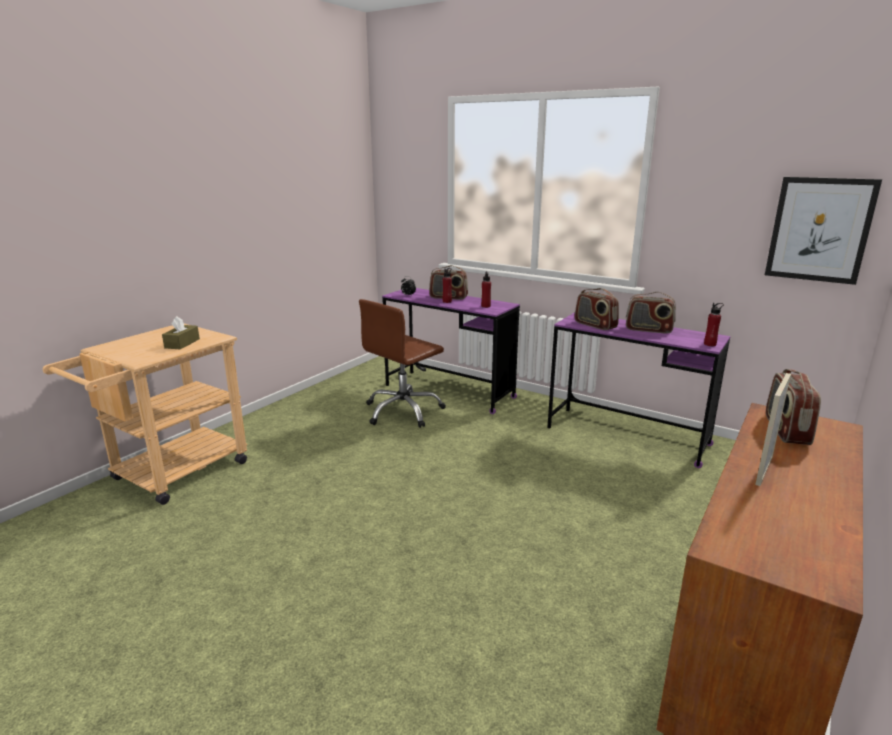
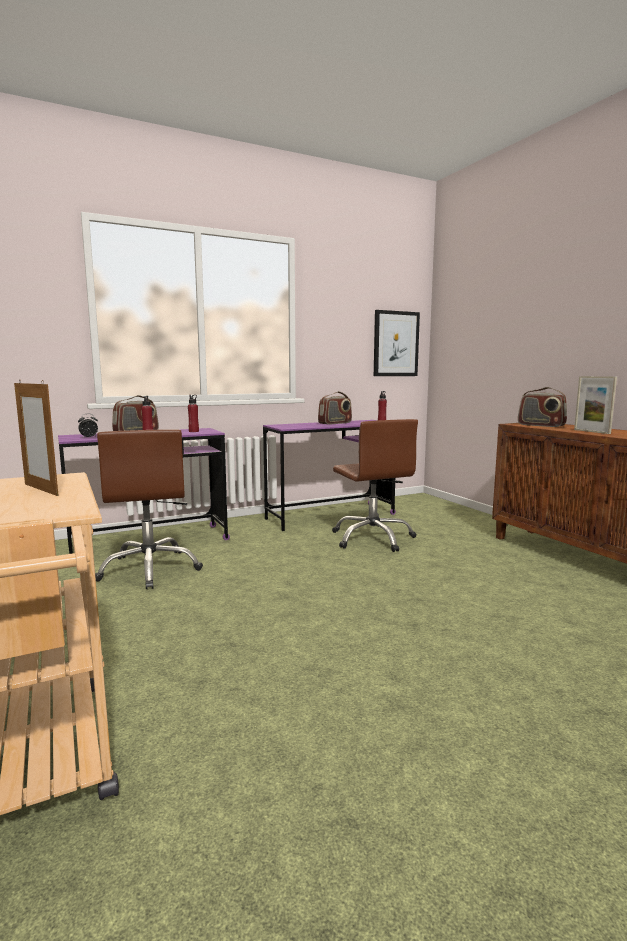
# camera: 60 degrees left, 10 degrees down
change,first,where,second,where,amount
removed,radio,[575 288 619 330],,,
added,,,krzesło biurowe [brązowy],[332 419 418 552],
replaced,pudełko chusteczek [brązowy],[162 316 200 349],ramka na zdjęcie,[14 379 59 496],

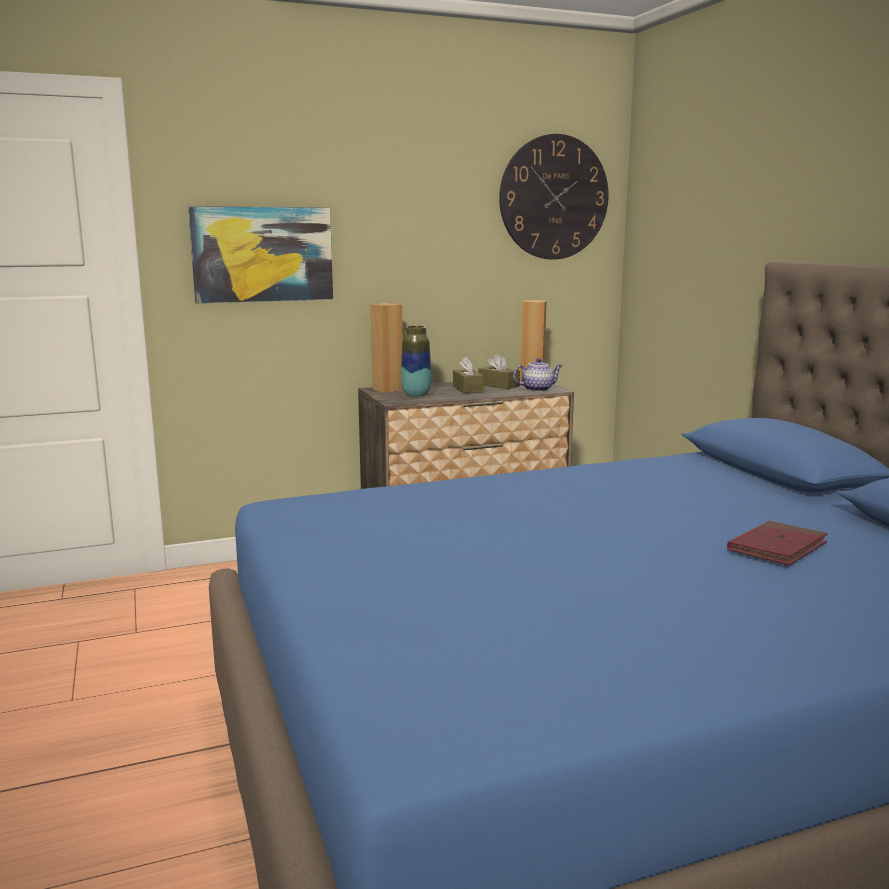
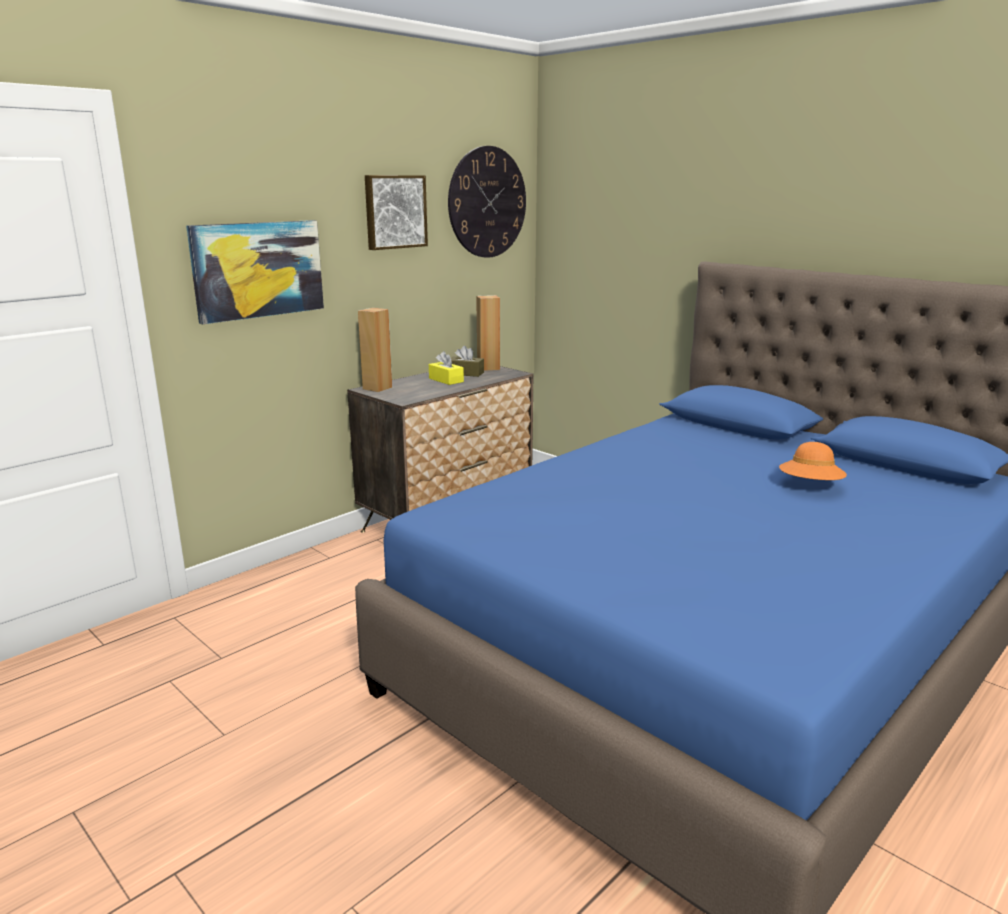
# camera: 25 degrees left, 5 degrees up
change,first,where,second,where,amount
removed,wazon,[401 326 431 397],,,
removed,imbryk,[513 358 562 392],,,
added,,,obraz,[365 175 428 250],
replaced,książka [czerwony],[727 521 828 565],kapelusz [pomarańczowy],[779 442 847 480],
recoloured,pudełko chusteczek [brązowy],[453 356 484 393],pudełko chusteczek [żółty],[429 351 464 385],

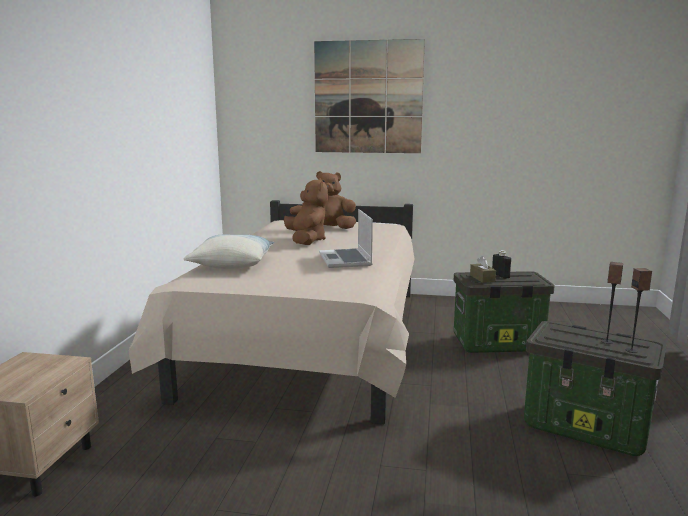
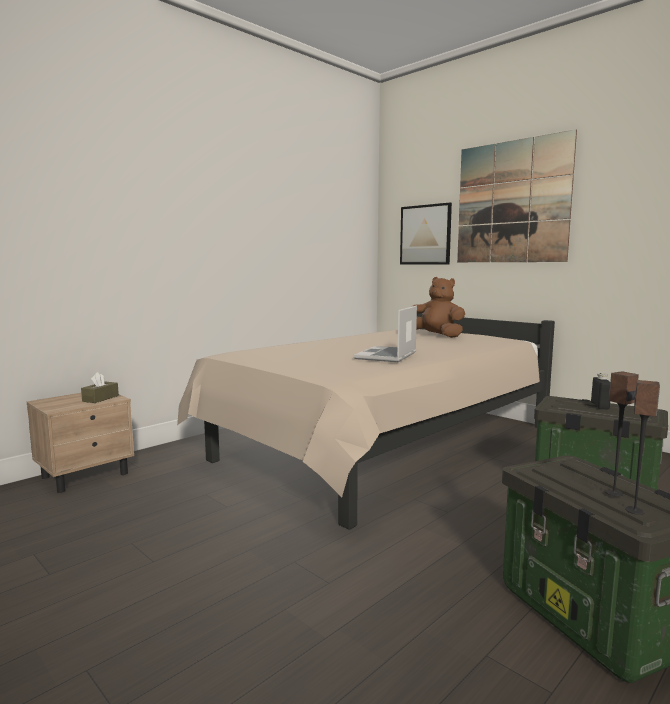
# camera: 35 degrees right, 5 degrees down
change,first,where,second,where,amount
removed,poduszka,[184 234 275 269],,,
removed,pluszak [brązowy],[284 178 328 245],,,
added,,,obraz,[400 203 452 264],
moved,pudełko chusteczek [brązowy],[470 256 496 283],,[81 372 119 403],

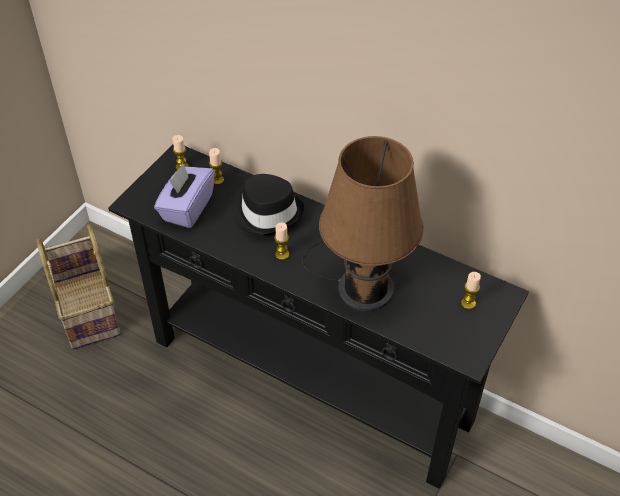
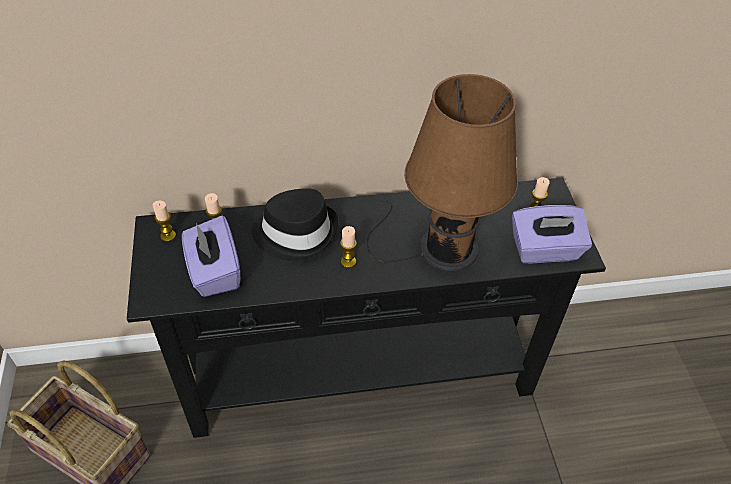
# camera: 40 degrees left, 0 degrees up
change,first,where,second,where,amount
added,,,pudełko chusteczek [fioletowy],[512 205 592 263],

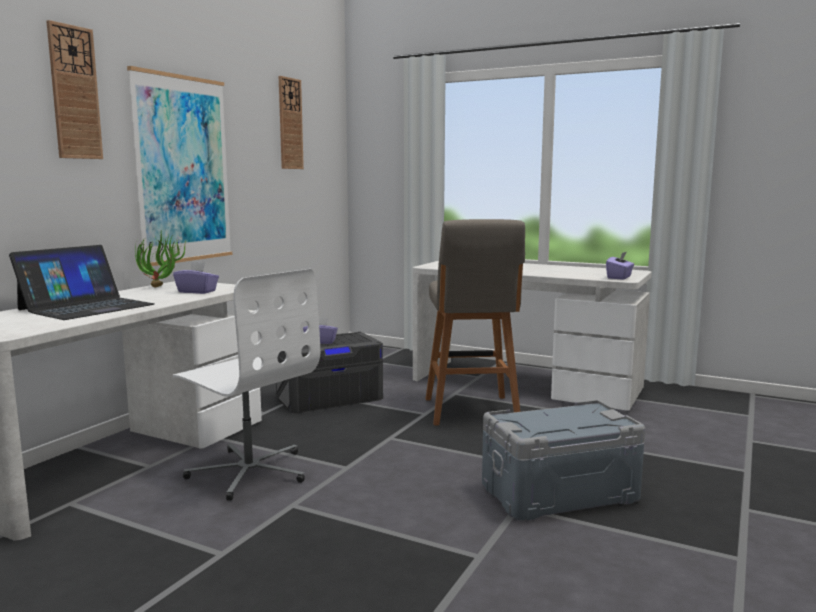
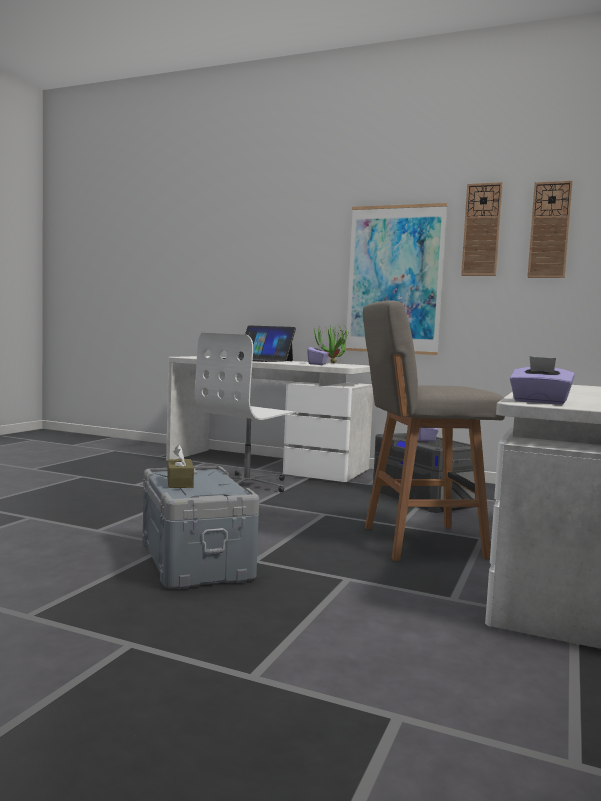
# camera: 85 degrees right, 5 degrees down
change,first,where,second,where,amount
added,,,pudełko chusteczek [brązowy],[167 445 194 488],
moved,zegar ścienny,[46 20 103 159],,[461 182 503 276],

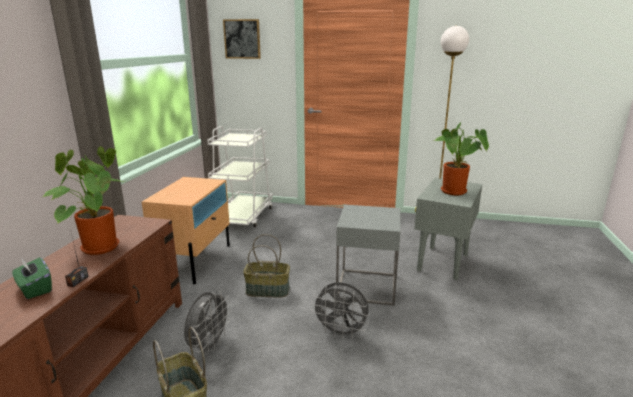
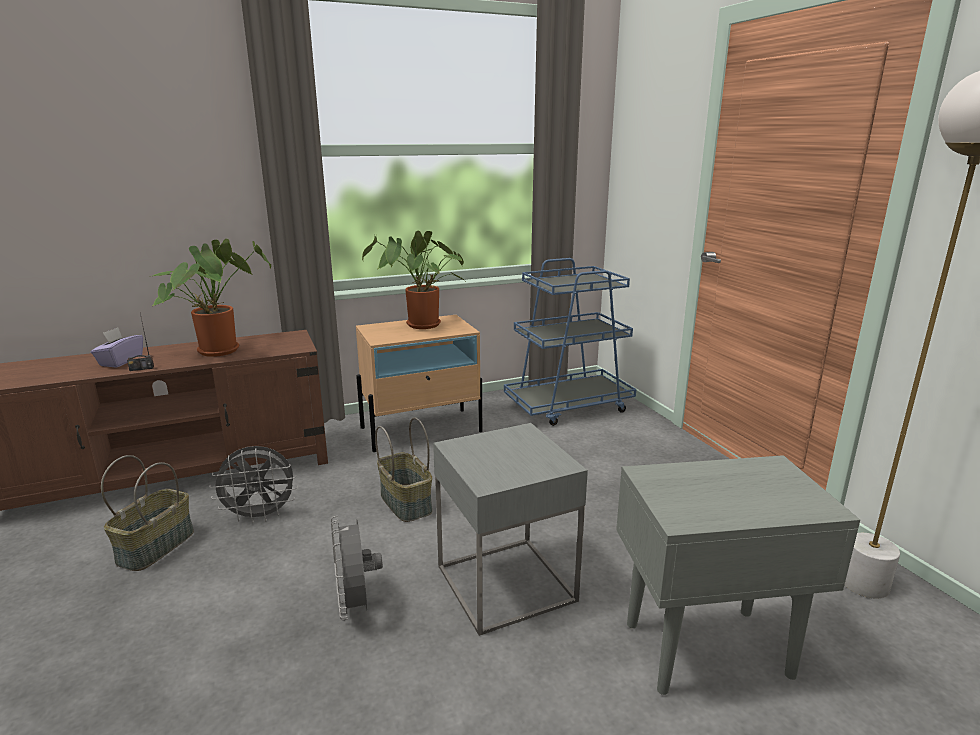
# camera: 55 degrees right, 0 degrees up
change,first,where,second,where,amount
removed,obraz,[223 19 261 59],,,
moved,roślina doniczkowa,[433 122 489 195],,[362 231 465 329],
recoloured,pudełko chusteczek [zielony],[12 257 52 299],pudełko chusteczek [fioletowy],[91 327 143 368],
recoloured,wózek [biały],[207 126 273 227],wózek [niebieski],[504 258 636 426],

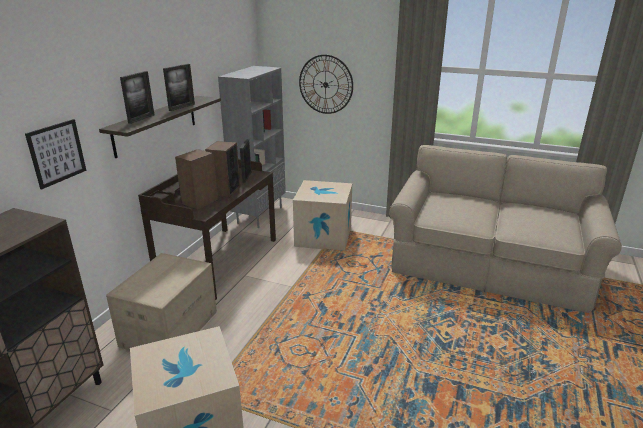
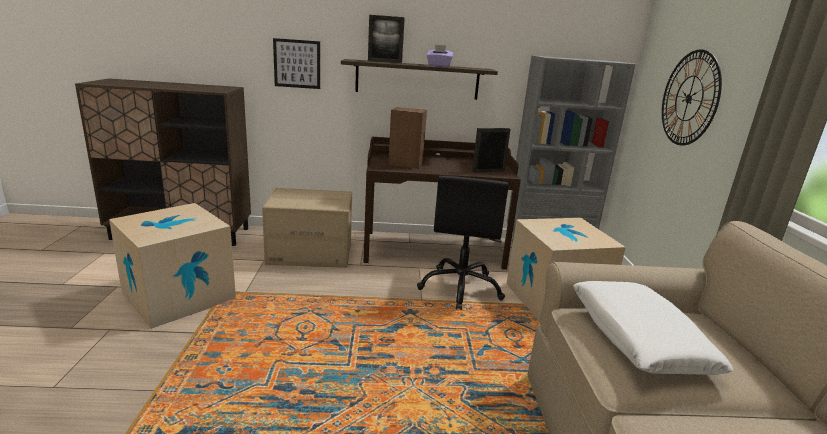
# camera: 65 degrees right, 5 degrees down
change,first,where,second,where,amount
removed,głośnik,[205 141 240 197],,,
added,,,krzesło biurowe [czarny],[417 175 509 310],
added,,,poduszka [biały],[573 281 734 375],
replaced,ramka na zdjęcie,[163 64 195 111],pudełko chusteczek [fioletowy],[427 45 453 67],

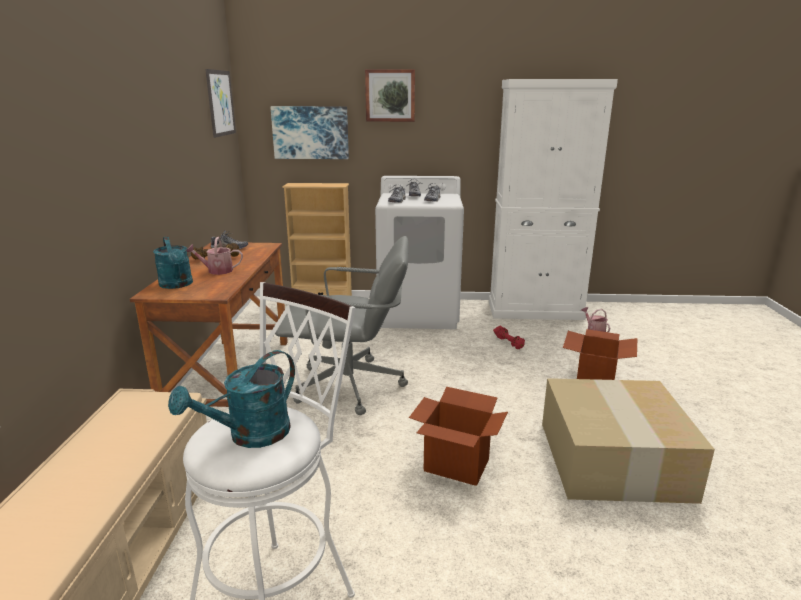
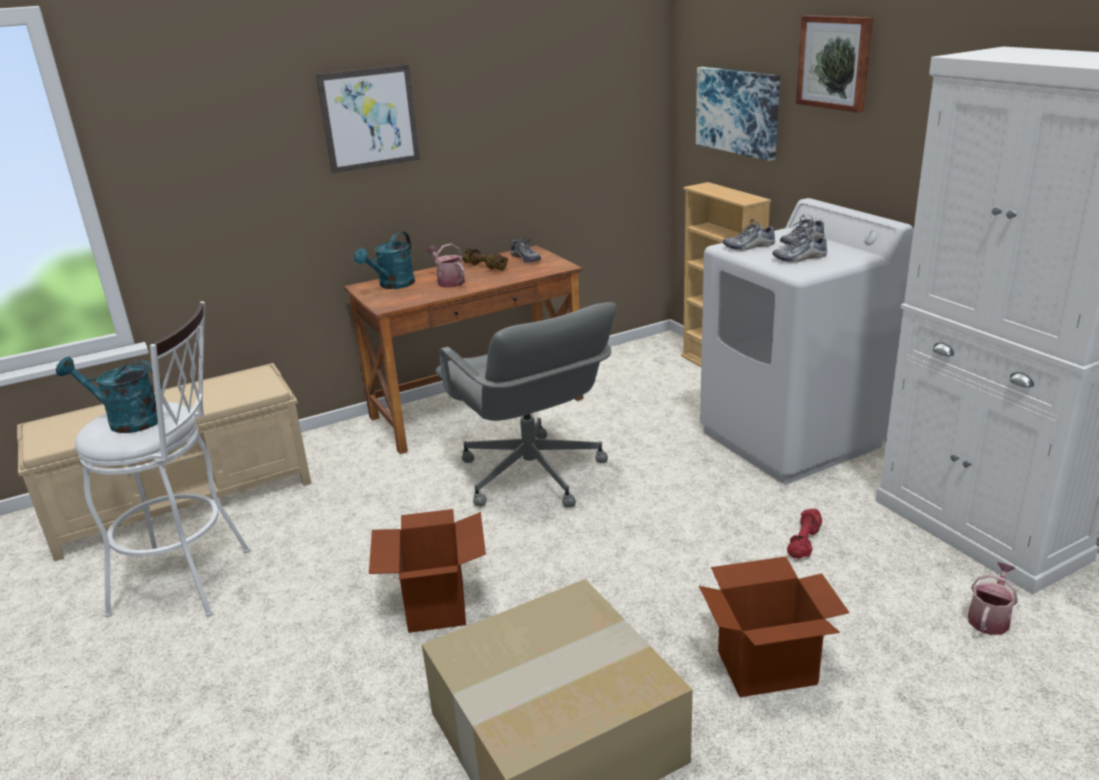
# camera: 60 degrees right, 5 degrees up
change,first,where,second,where,amount
moved,obraz,[205 69 236 138],,[316 64 420 174],

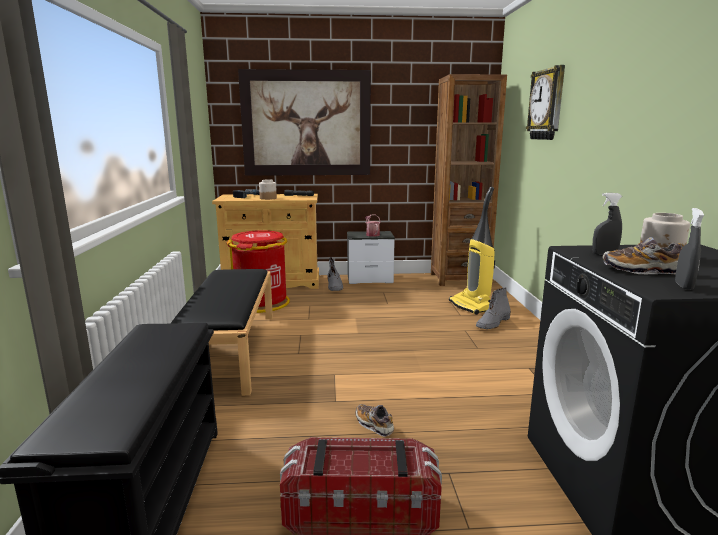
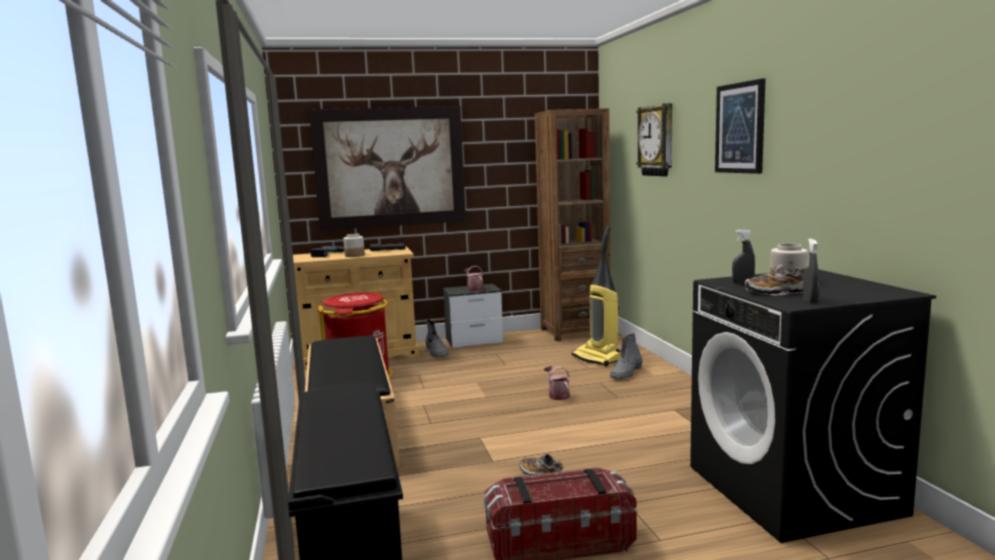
# camera: 10 degrees left, 5 degrees down
change,first,where,second,where,amount
added,,,konewka,[544 366 570 400],
added,,,obraz,[715 79 765 174],

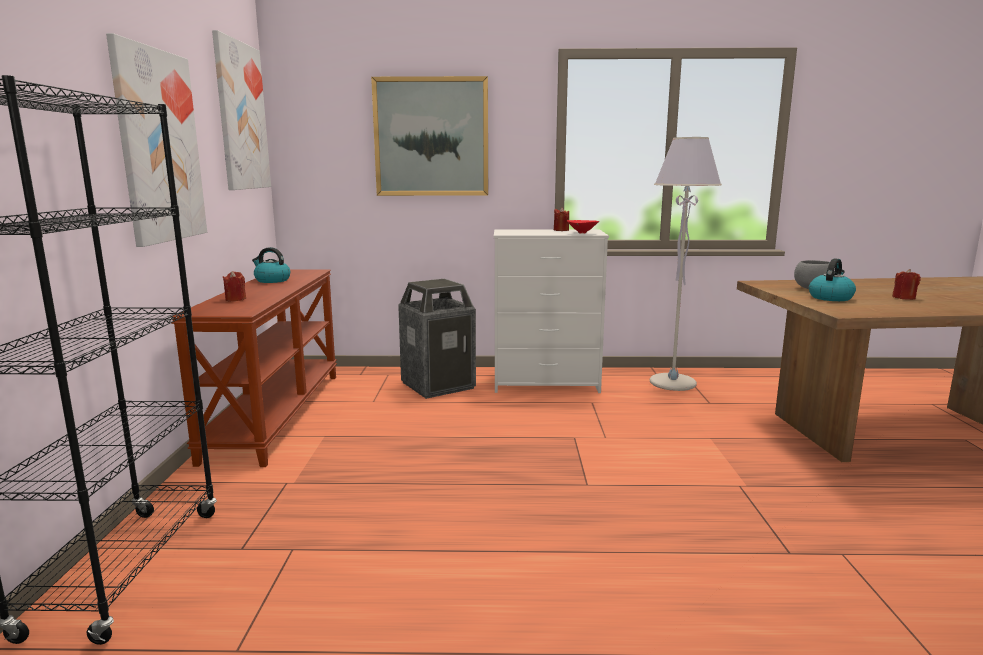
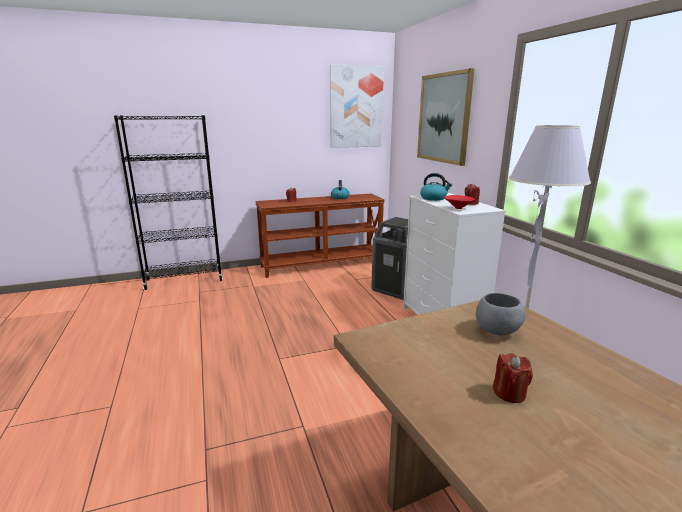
# camera: 70 degrees right, 5 degrees up
change,first,where,second,where,amount
removed,obraz,[106 33 207 247],,,
moved,czajnik,[809 259 856 301],,[420 173 452 201],

